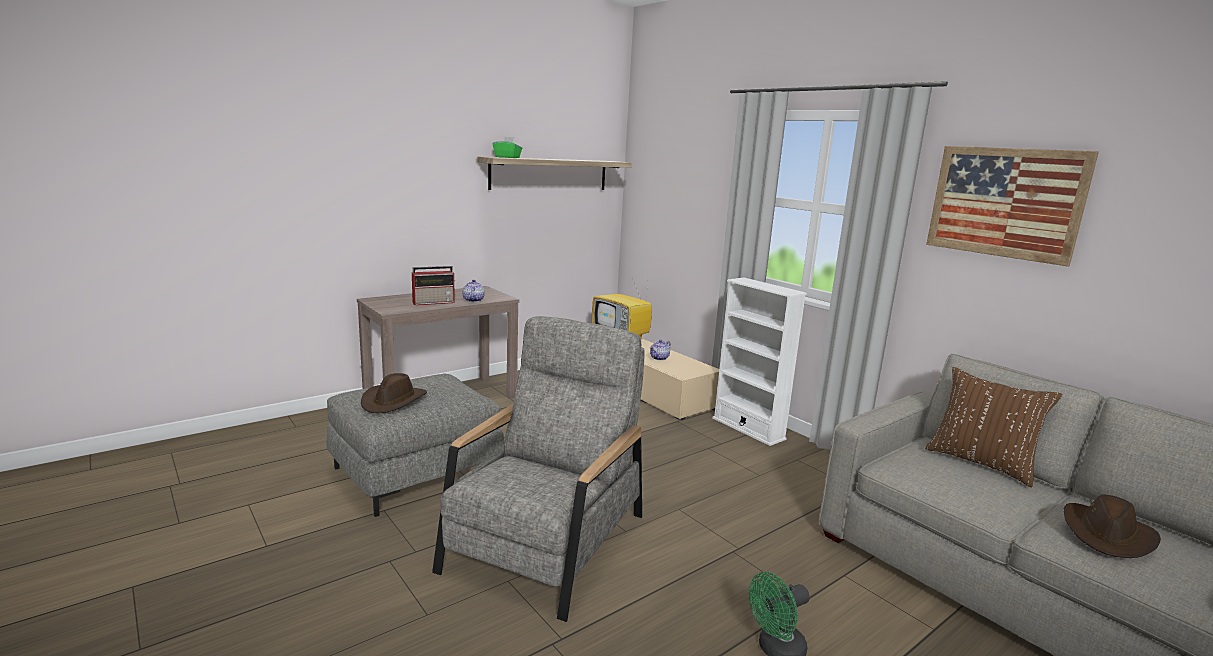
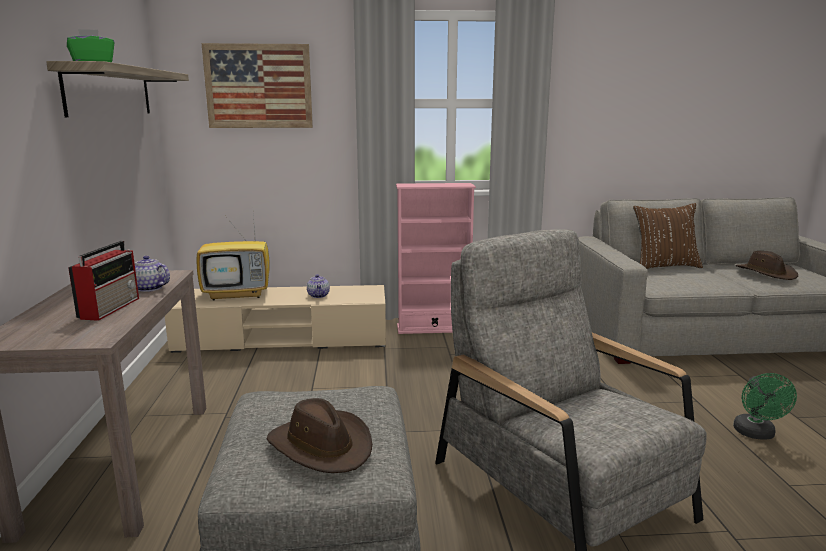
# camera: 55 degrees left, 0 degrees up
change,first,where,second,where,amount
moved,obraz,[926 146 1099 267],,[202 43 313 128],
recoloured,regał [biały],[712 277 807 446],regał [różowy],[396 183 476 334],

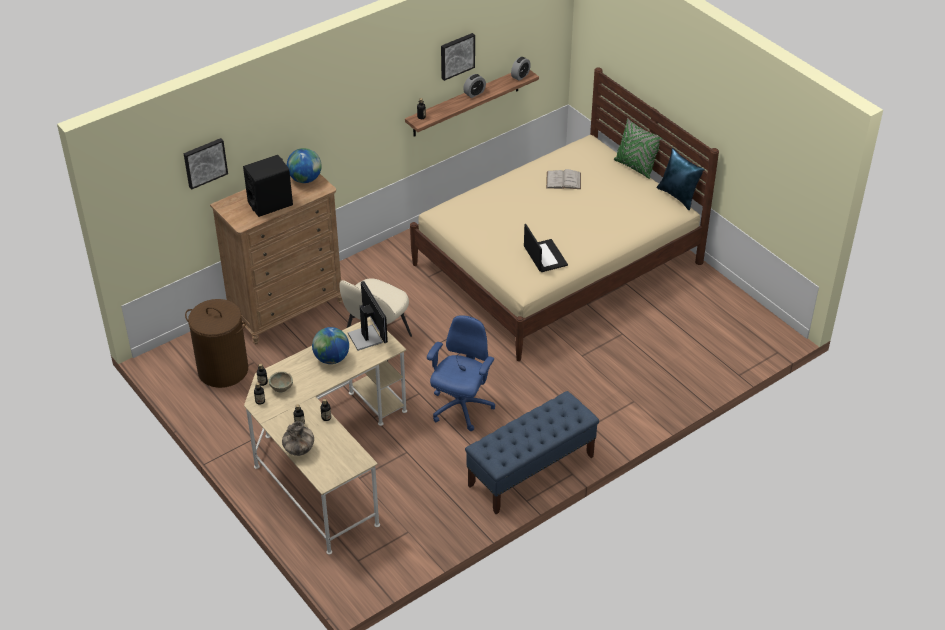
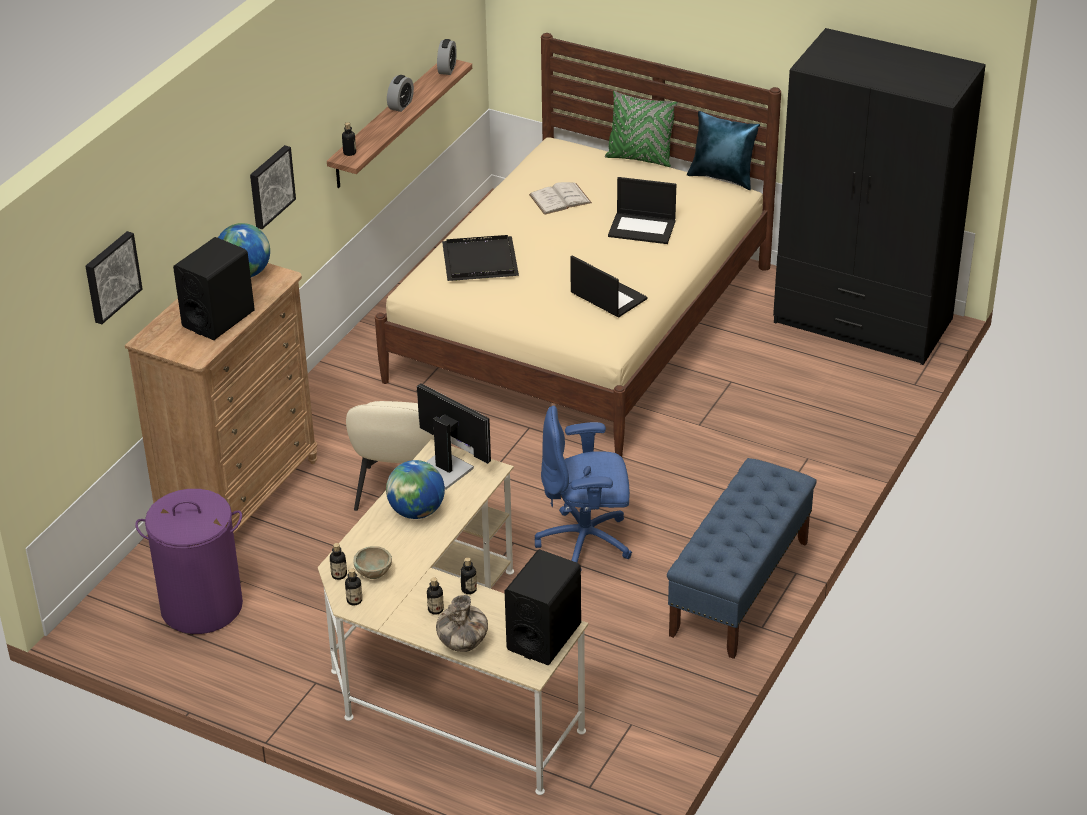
# camera: 25 degrees left, 5 degrees down
change,first,where,second,where,amount
added,,,taca [czarny],[442 235 519 281],
added,,,głośnik [czarny],[505 549 581 665],
added,,,laptop,[608 177 676 244],
added,,,szafa [czarny],[773 28 986 365],
moved,obraz,[441 33 475 81],,[250 145 296 229],
recoloured,kosz na pranie [brązowy],[185 299 248 388],kosz na pranie [fioletowy],[135 489 243 634],
turned,krzesło biurowe [niebieski],[427 315 495 431],,[535 406 632 570],90 degrees counterclockwise

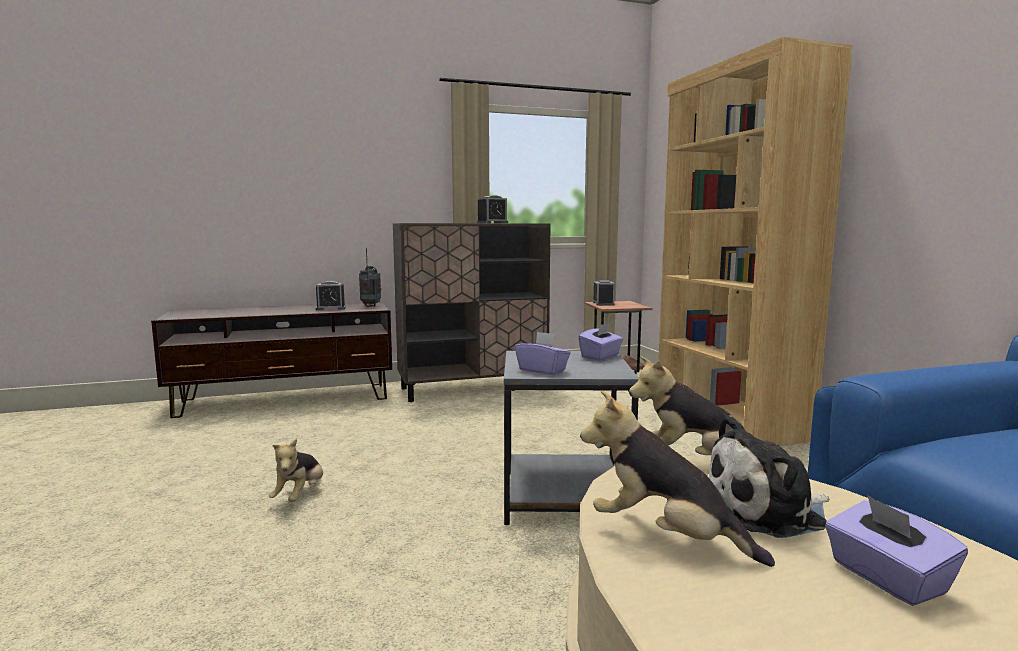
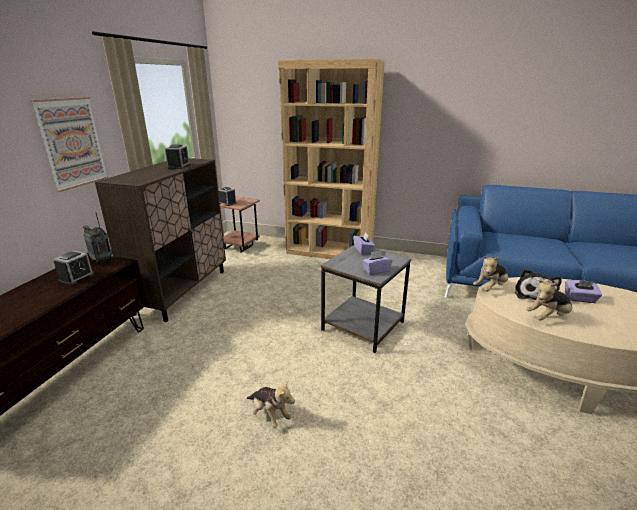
# camera: 55 degrees left, 15 degrees up
change,first,where,second,where,amount
added,,,obraz,[31 97 108 192],

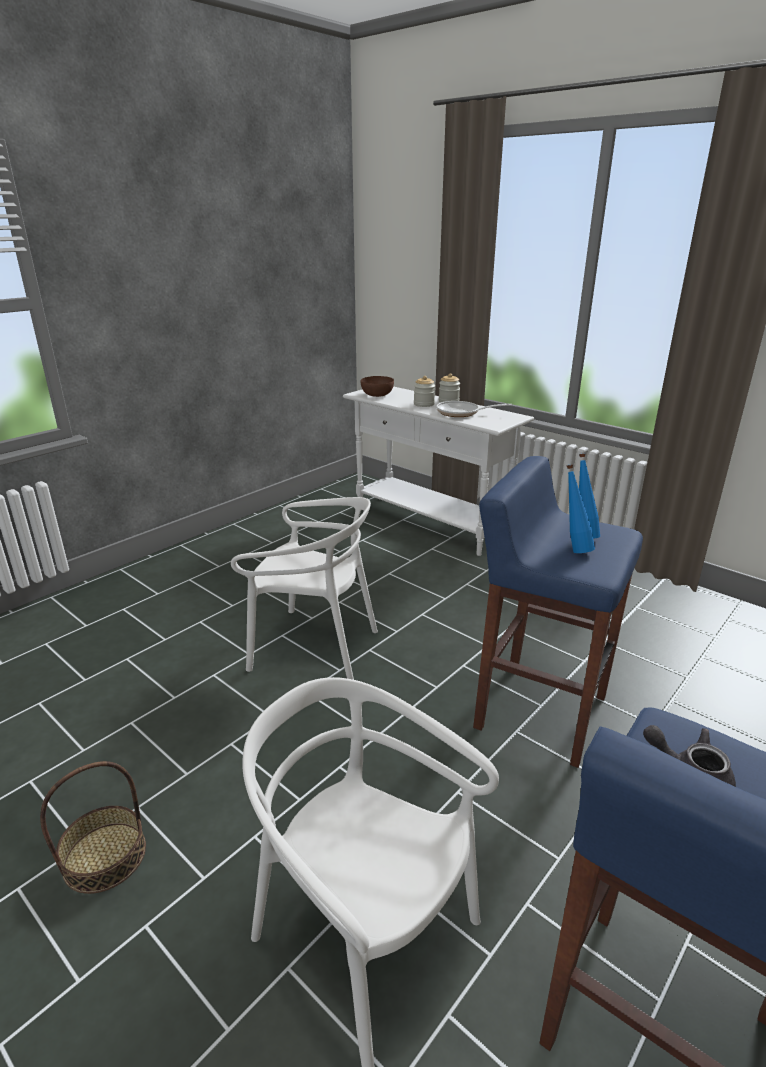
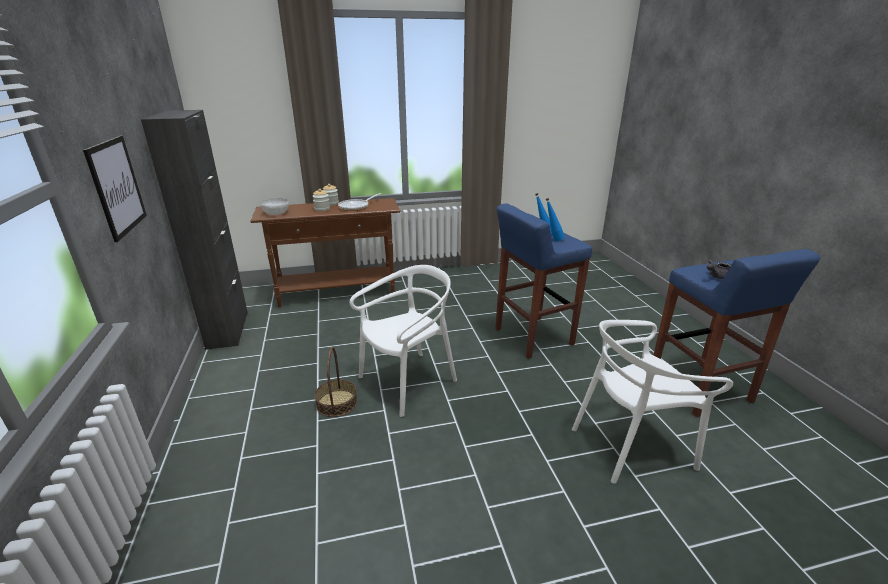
# camera: 55 degrees left, 0 degrees up
change,first,where,second,where,amount
added,,,obraz,[83 136 147 242],
added,,,szafka [czarny],[141 110 248 350],
moved,koszyk,[40 761 146 894],,[315 347 357 417],
recoloured,stolik konsolowy [biały],[343 386 534 556],stolik konsolowy [brązowy],[250 198 400 307],
recoloured,miska [brązowy],[361 376 394 397],miska [biały],[261 198 289 215],

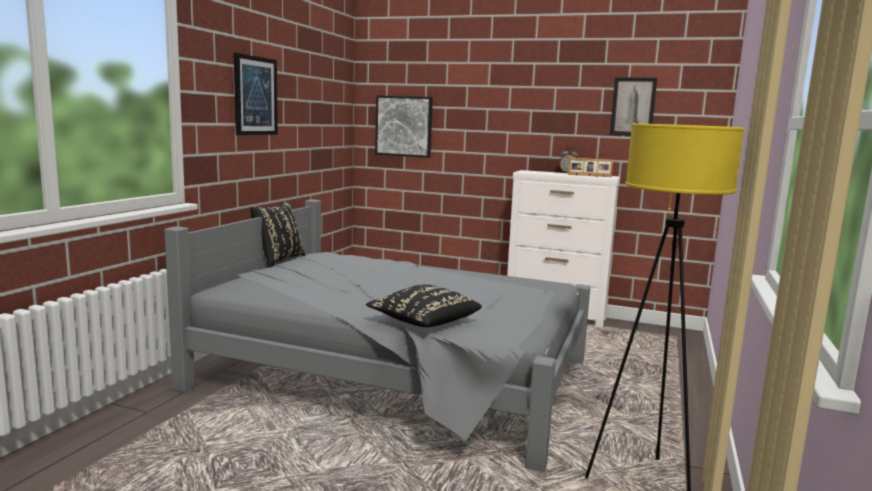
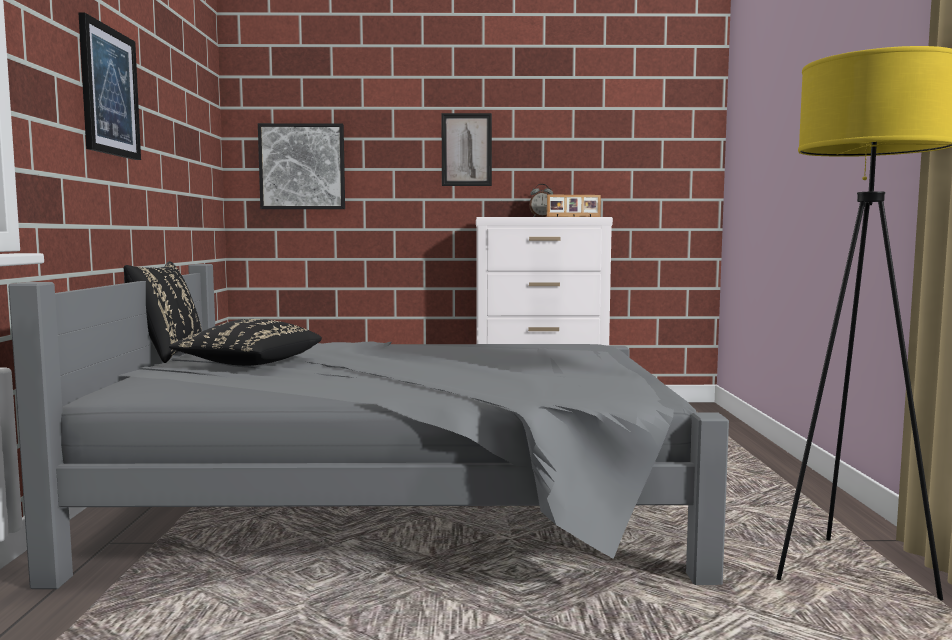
# camera: 20 degrees left, 5 degrees down
change,first,where,second,where,amount
moved,poduszka [czarny],[366 284 482 327],,[169 319 322 366],
moved,obraz,[610 77 657 136],,[441 113 492 186],

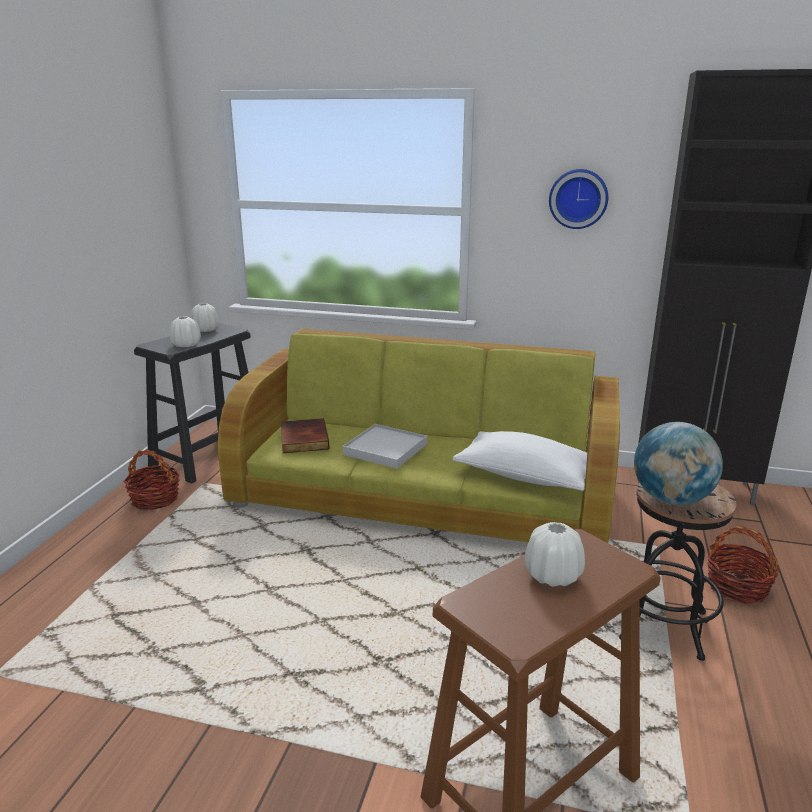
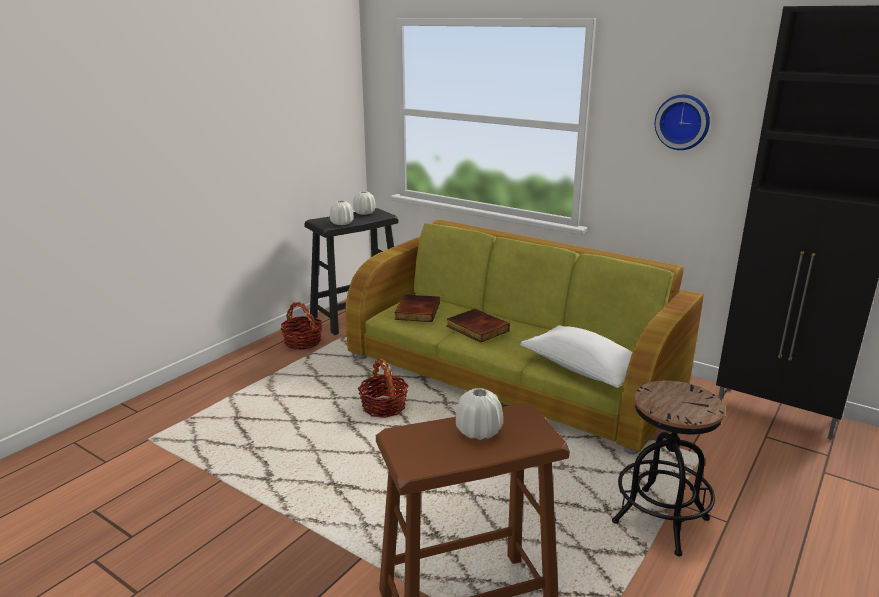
# camera: 20 degrees right, 0 degrees up
change,first,where,second,where,amount
removed,globus,[634 422 723 505],,,
moved,koszyk,[707 526 779 604],,[358 358 408 418],
replaced,taca [biały],[343 424 427 469],książka,[447 309 510 343],

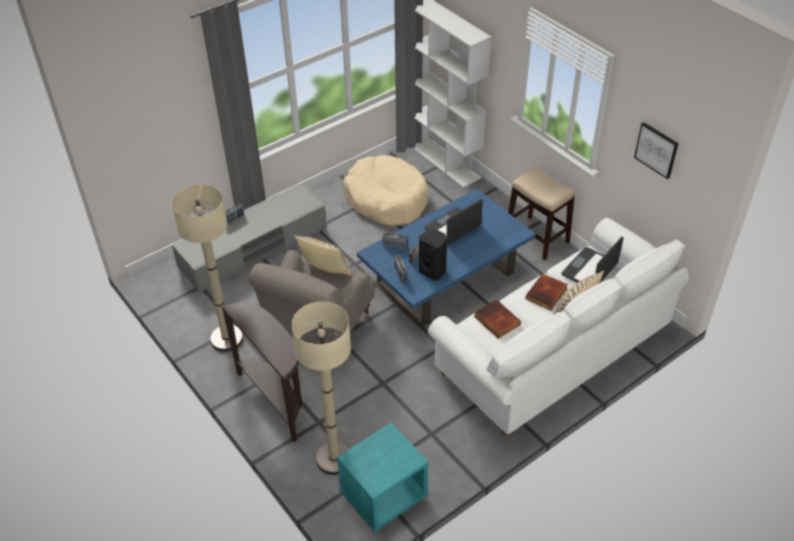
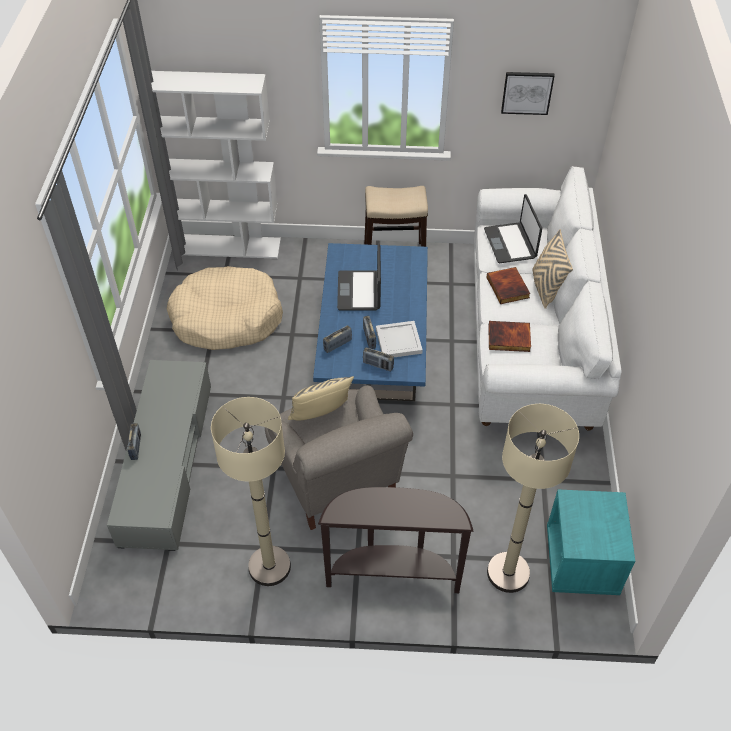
# camera: 50 degrees left, 5 degrees up
change,first,where,second,where,amount
replaced,głośnik [czarny],[419 229 447 281],taca [biały],[376 321 423 357],

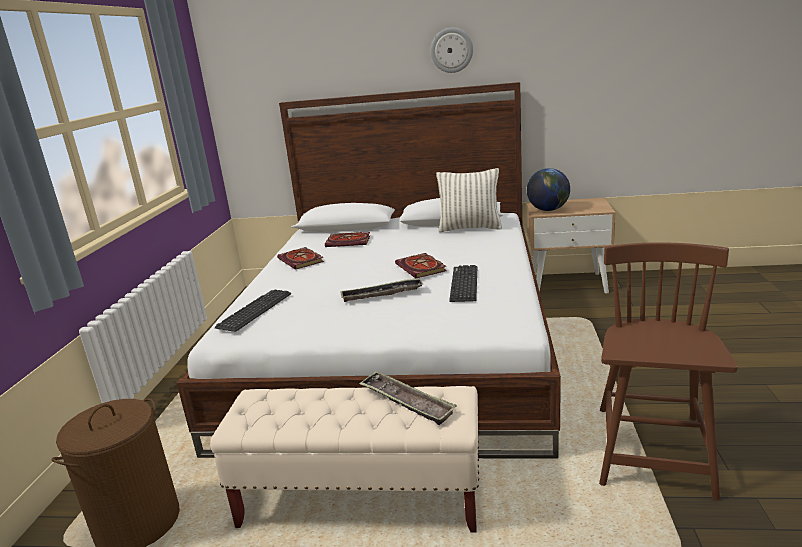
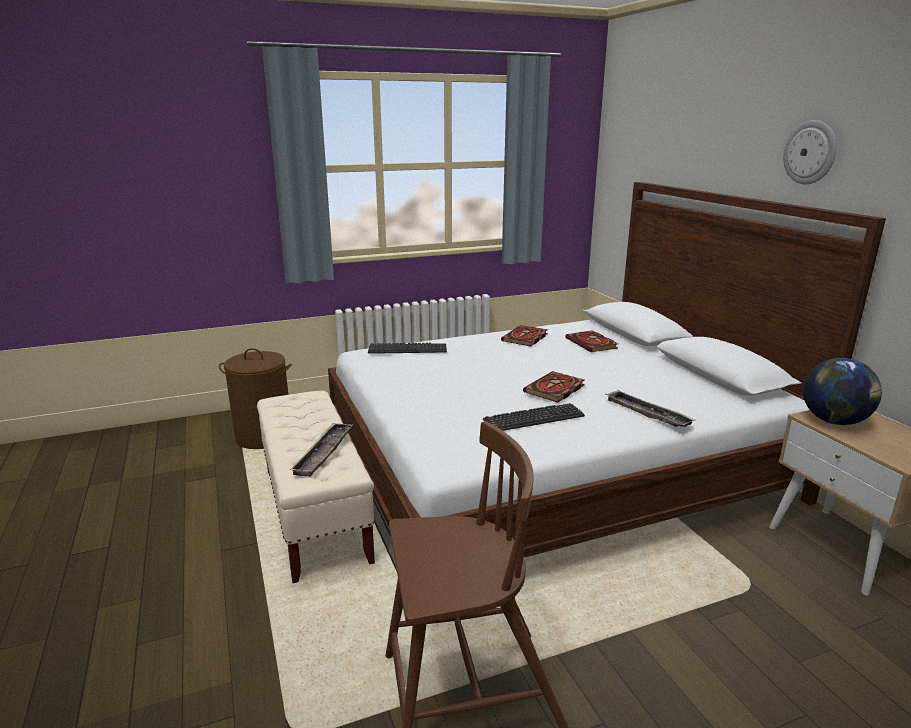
# camera: 60 degrees right, 0 degrees up
change,first,where,second,where,amount
removed,poduszka,[436 168 502 232],,,
moved,taca,[340 278 423 302],,[605 390 695 427],

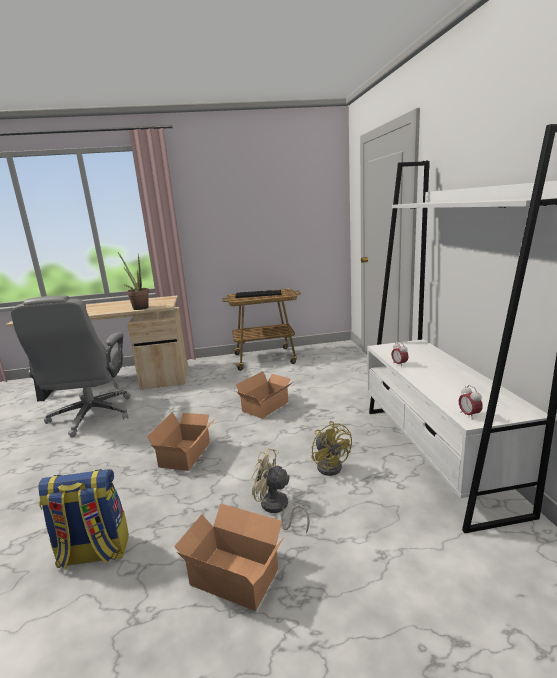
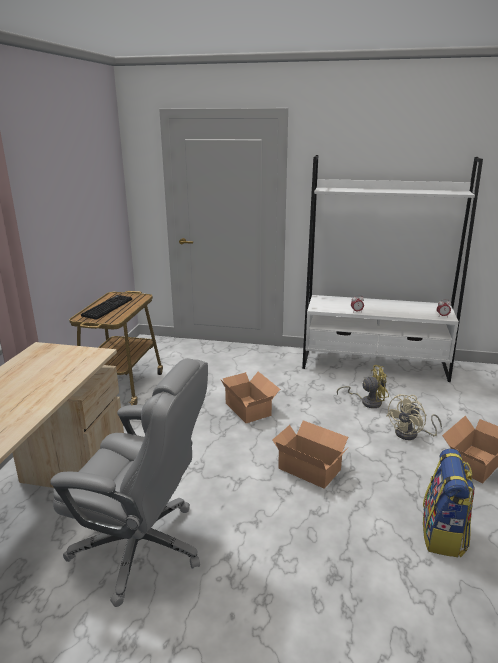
# camera: 70 degrees left, 5 degrees up
change,first,where,second,where,amount
removed,roślina doniczkowa,[118 253 149 310],,,

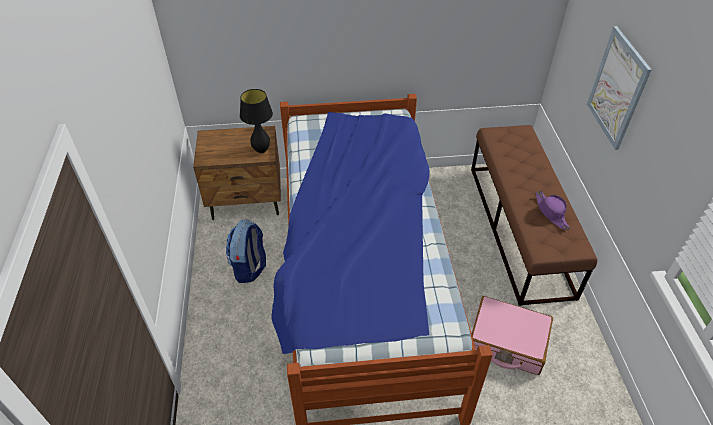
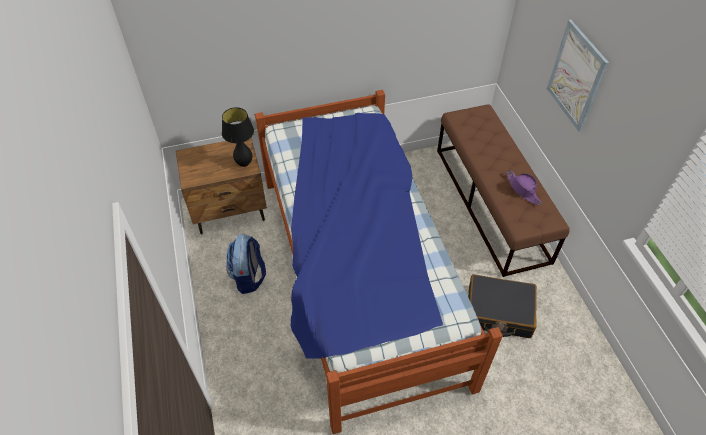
# camera: 10 degrees left, 5 degrees up
change,first,where,second,where,amount
recoloured,walizka [różowy],[471 296 553 375],walizka [czarny],[468 274 537 338],

